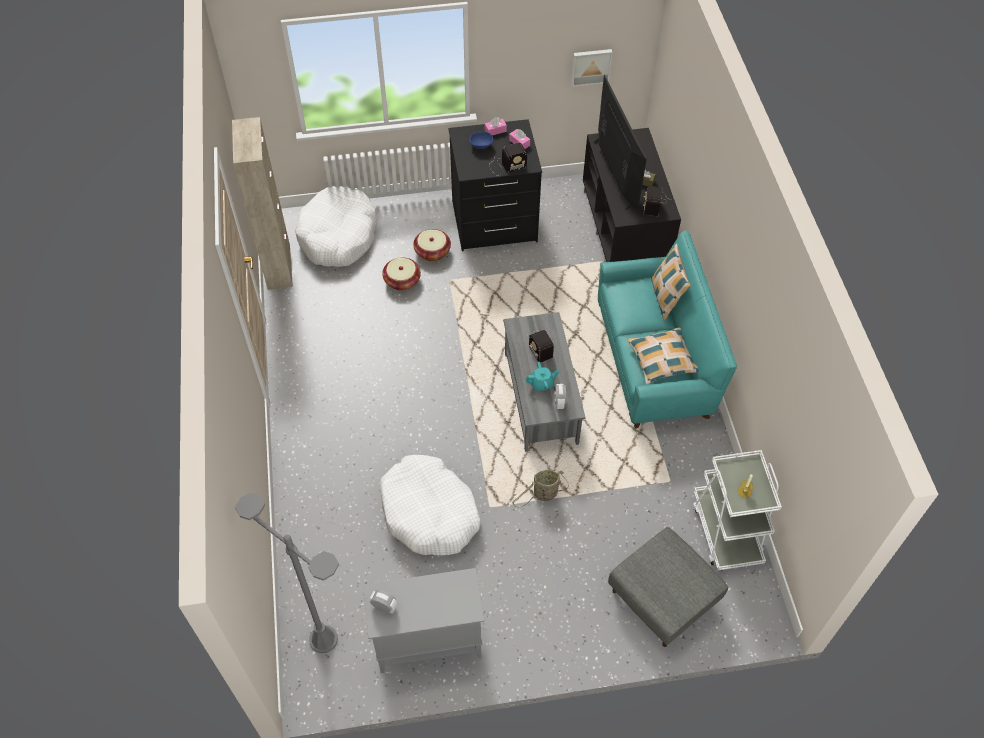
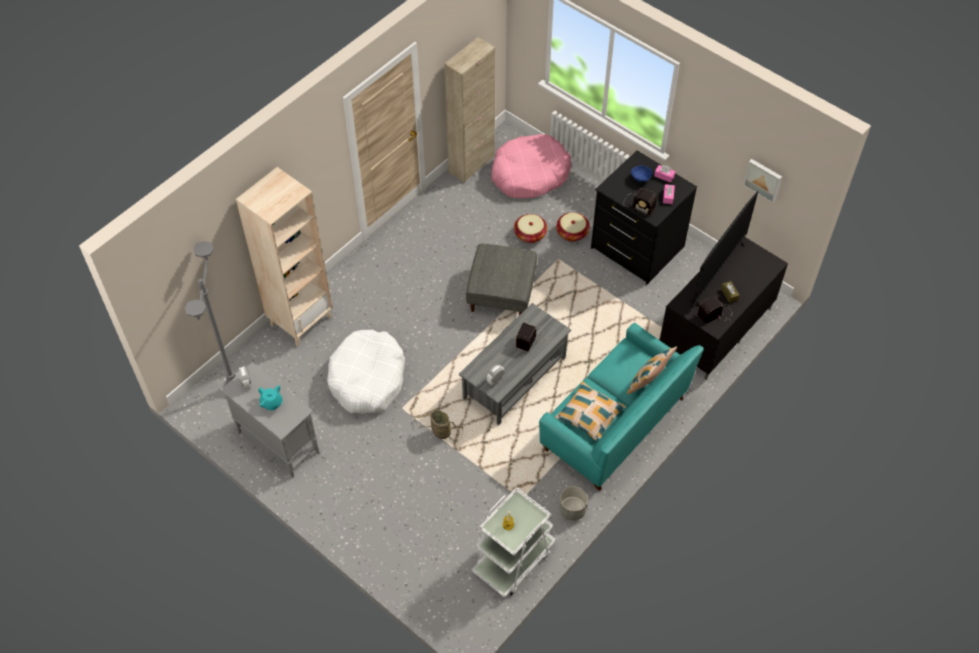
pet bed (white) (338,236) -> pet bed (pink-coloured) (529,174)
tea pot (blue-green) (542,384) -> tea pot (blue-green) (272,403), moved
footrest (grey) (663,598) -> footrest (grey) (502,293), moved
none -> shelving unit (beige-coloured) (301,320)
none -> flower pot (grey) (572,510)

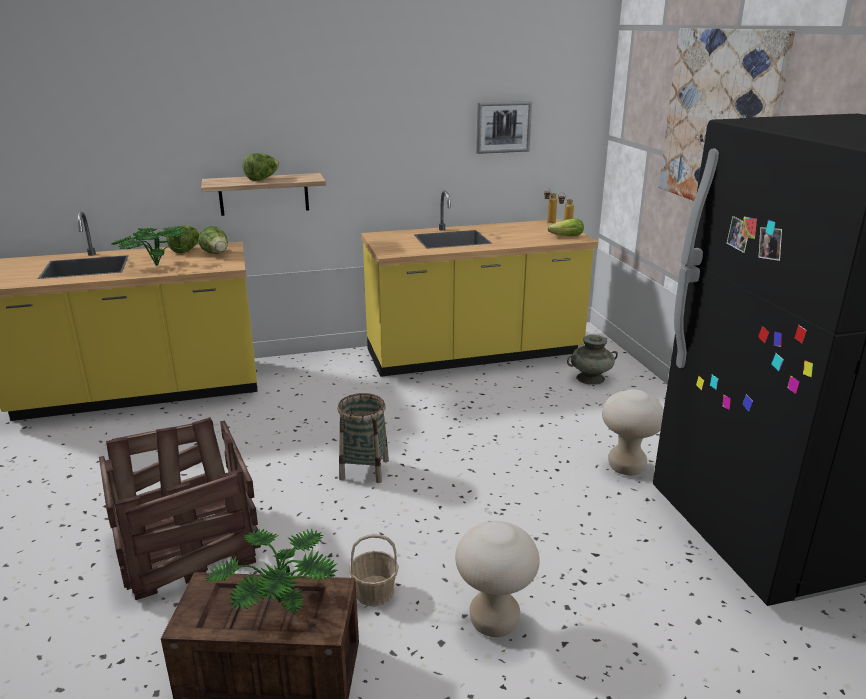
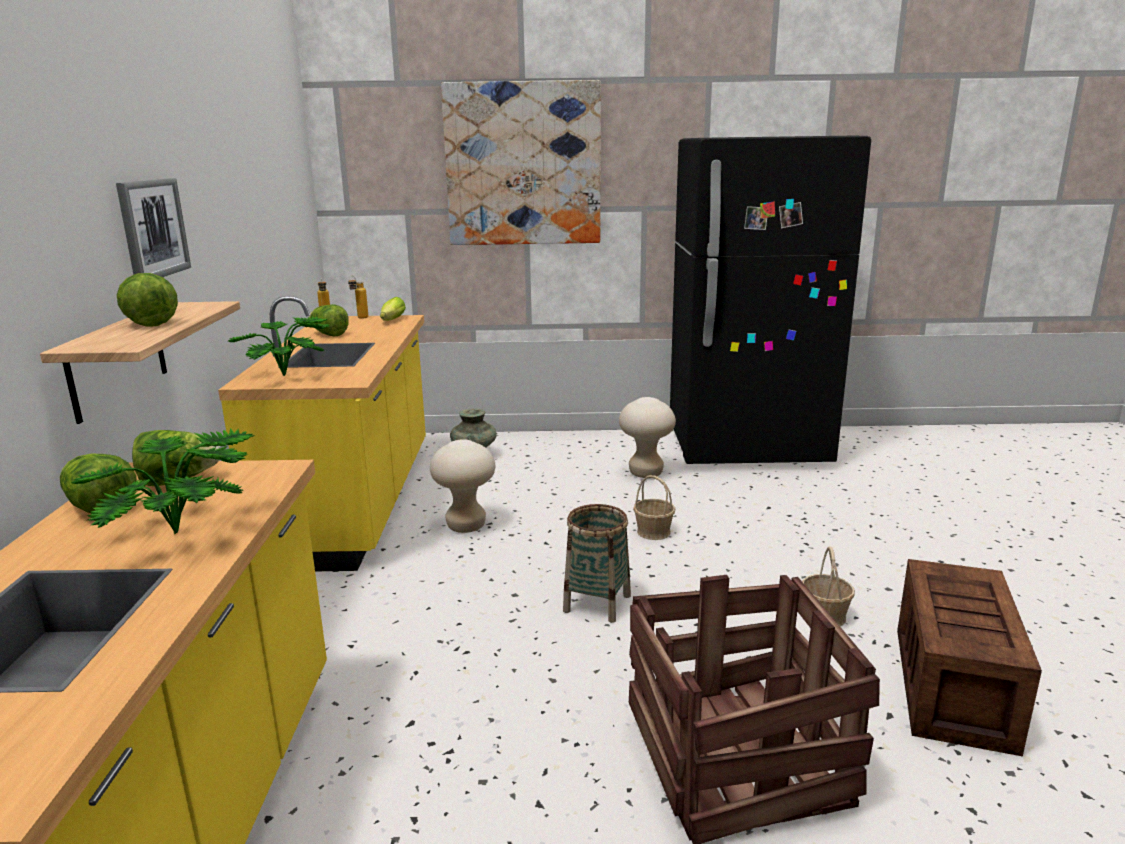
houseplant (279,607) -> houseplant (289,375), moved
sitting stool (beige-coloured) (494,622) -> sitting stool (beige-coloured) (466,526), moved
wall picture (503,127) -> wall picture (152,228), moved
none -> head of lettuce (329,334)
none -> storage basket (653,532)

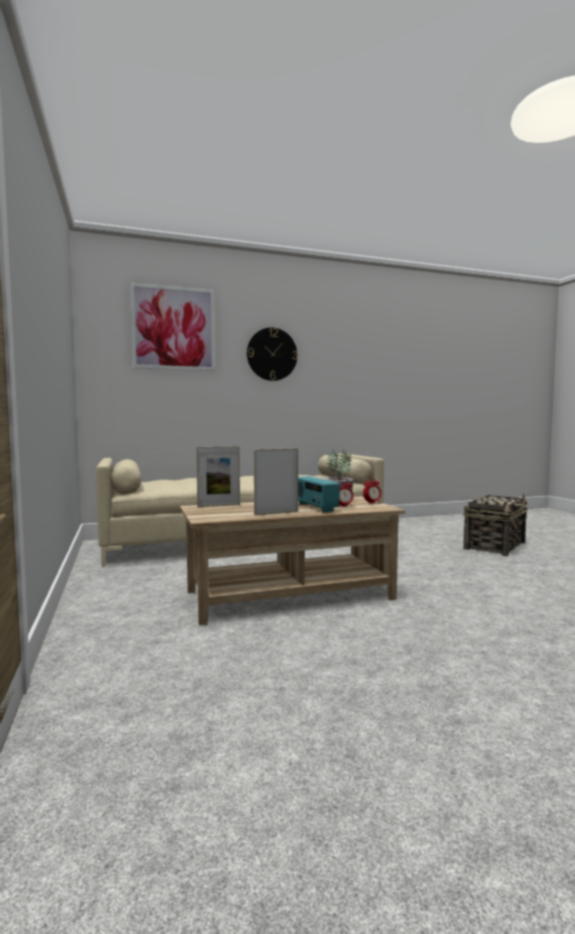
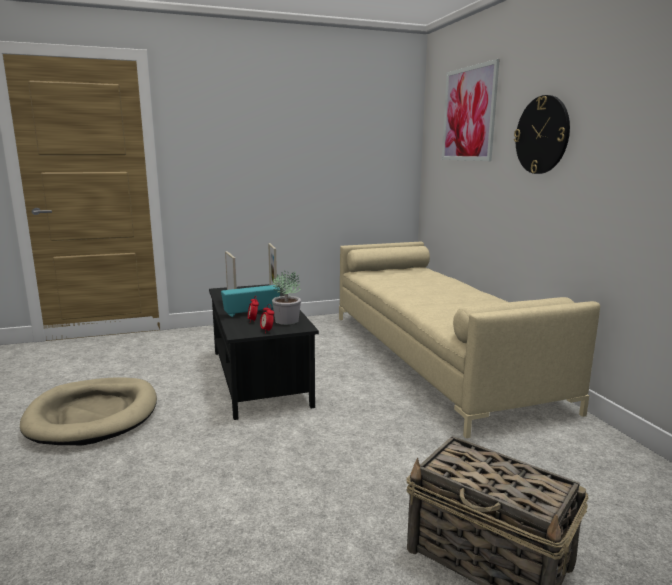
coffee table (beige-coloured) (290,595) -> coffee table (black) (259,377)
none -> pet bed (beige-coloured) (93,415)

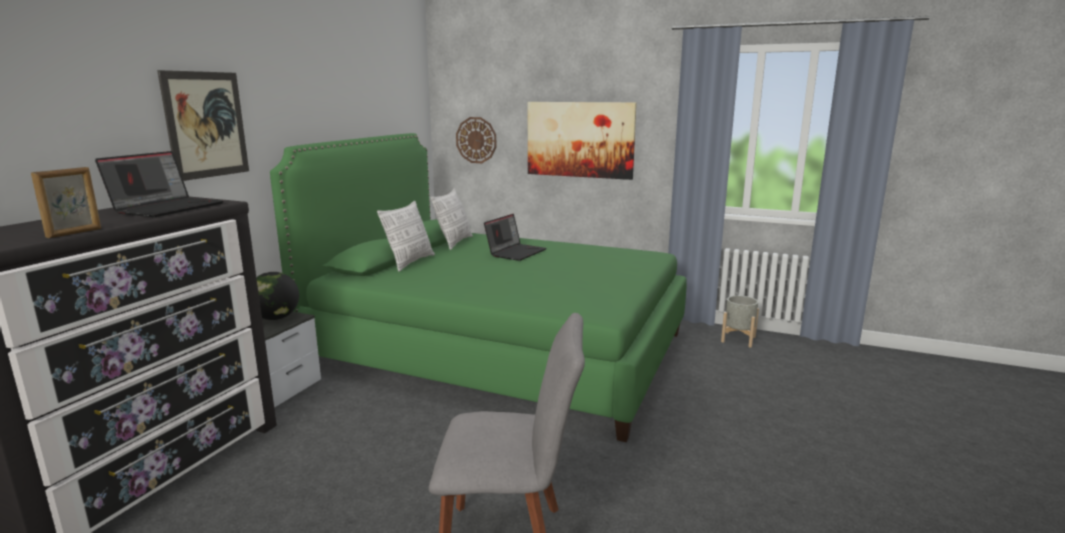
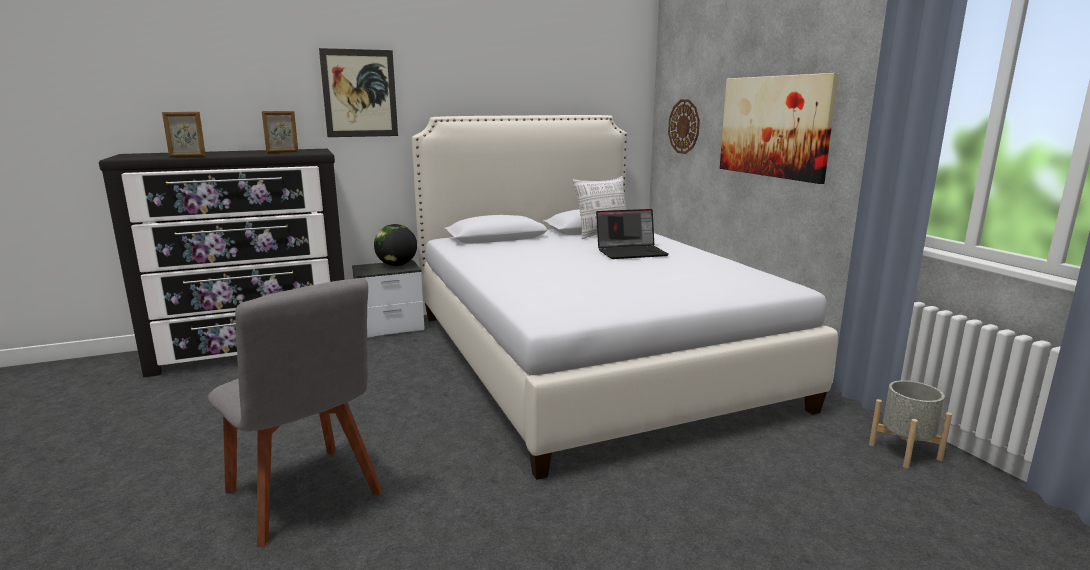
laptop (168,208) -> standing frame (282,152)
bedroom bed (green-coloured) (499,350) -> bedroom bed (white) (587,357)
pillow (409,262) -> none

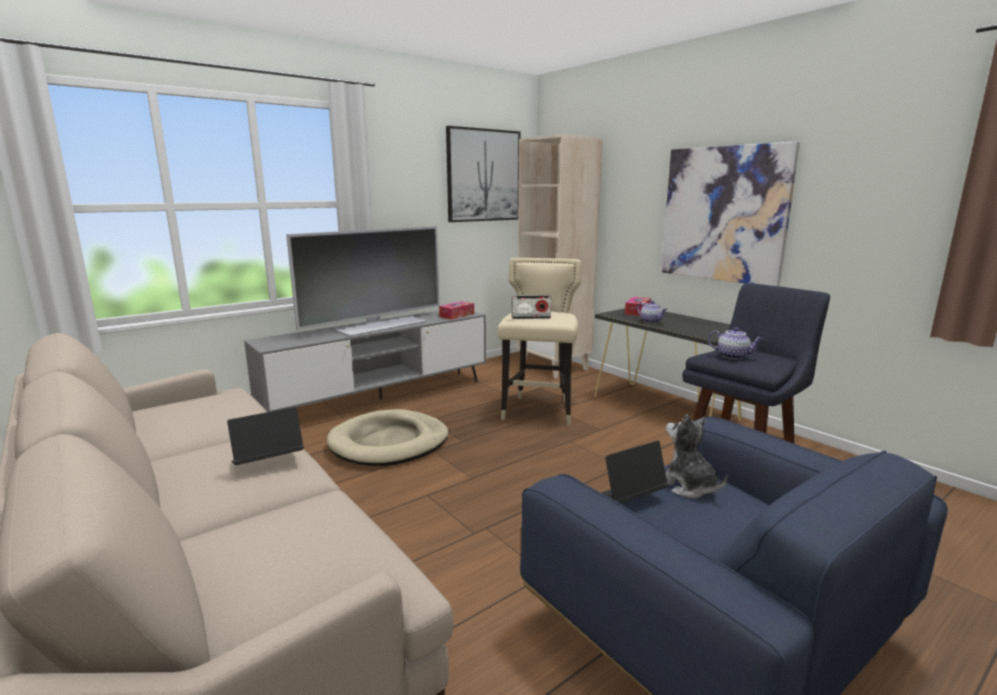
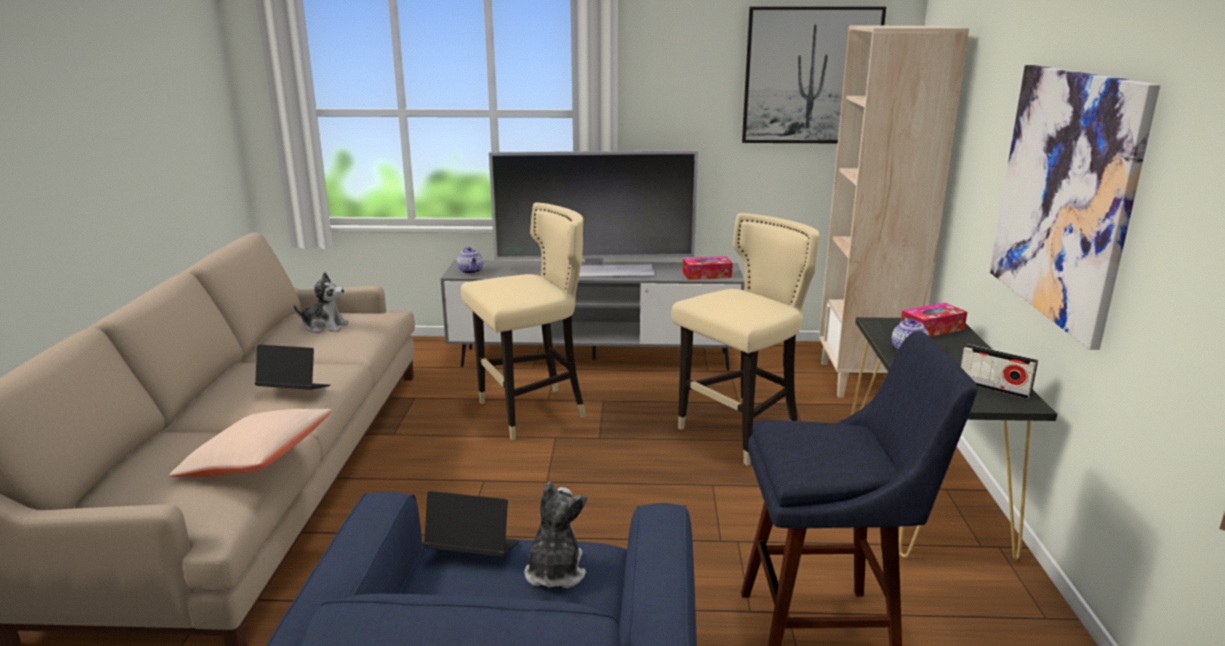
pet bed (beige-coloured) (389,443) -> sitting stool (beige-coloured) (531,412)
radio set (531,318) -> radio set (994,388), moved
tea pot (733,356) -> tea pot (471,271), moved
none -> pillow (beige-coloured) (257,462)
none -> plush toy (325,327)

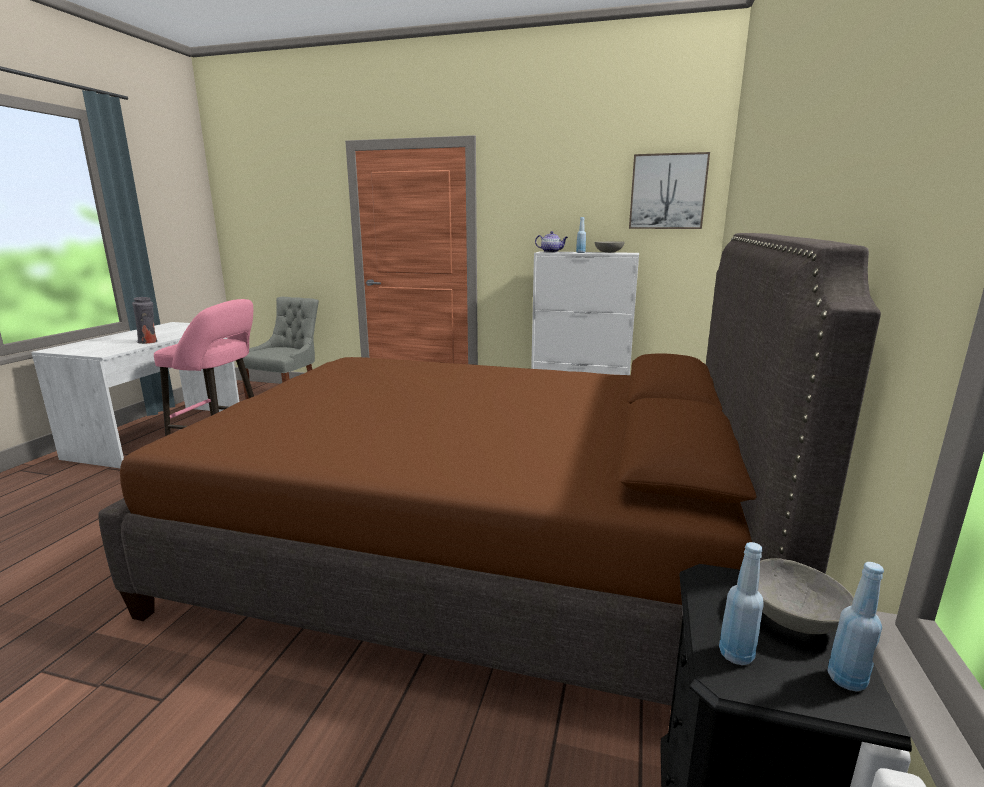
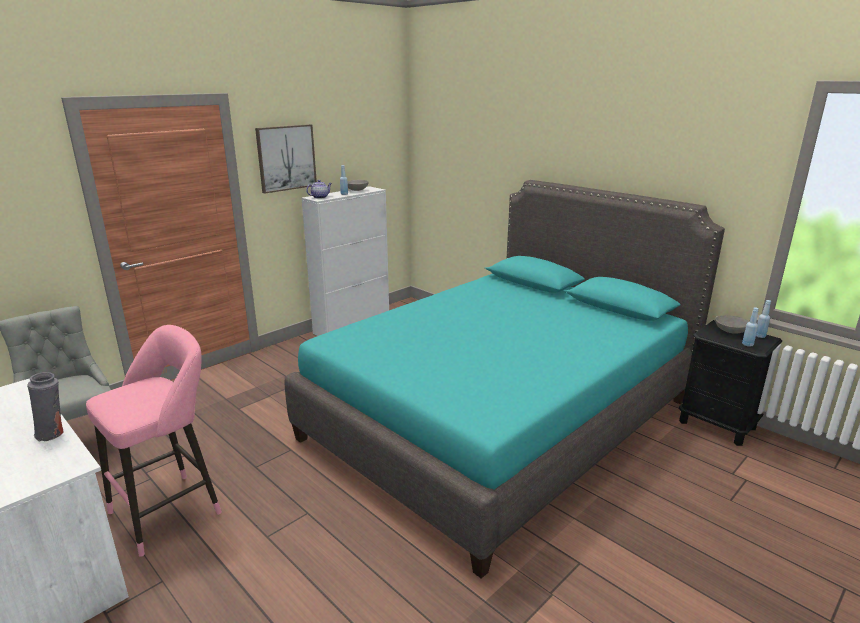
bedroom bed (brown-coloured) (473,549) -> bedroom bed (blue-green) (500,419)
wall picture (667,192) -> wall picture (286,158), moved

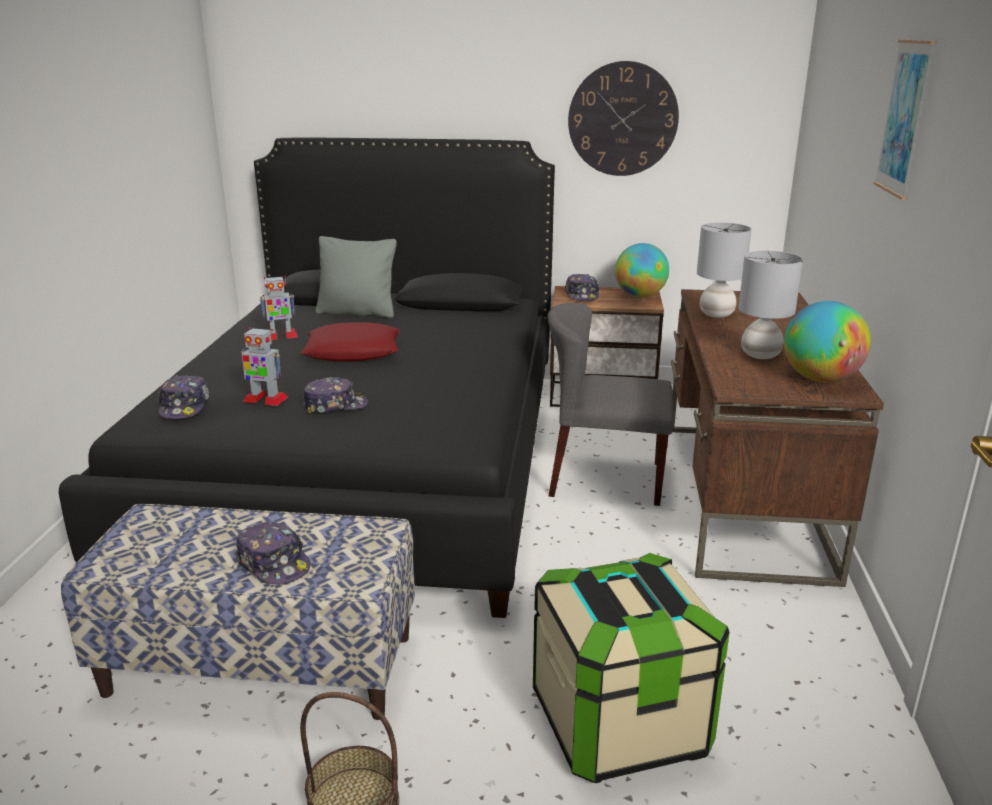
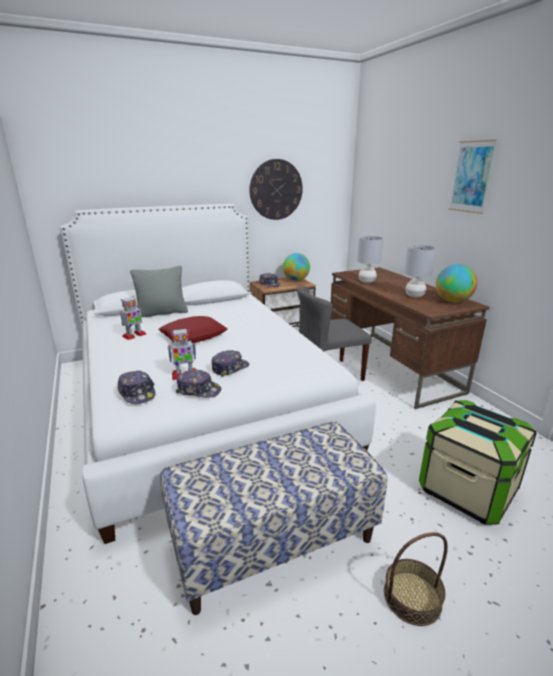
bedroom bed (black) (366,463) -> bedroom bed (white) (201,400)
peaked cap (274,563) -> peaked cap (199,390), moved

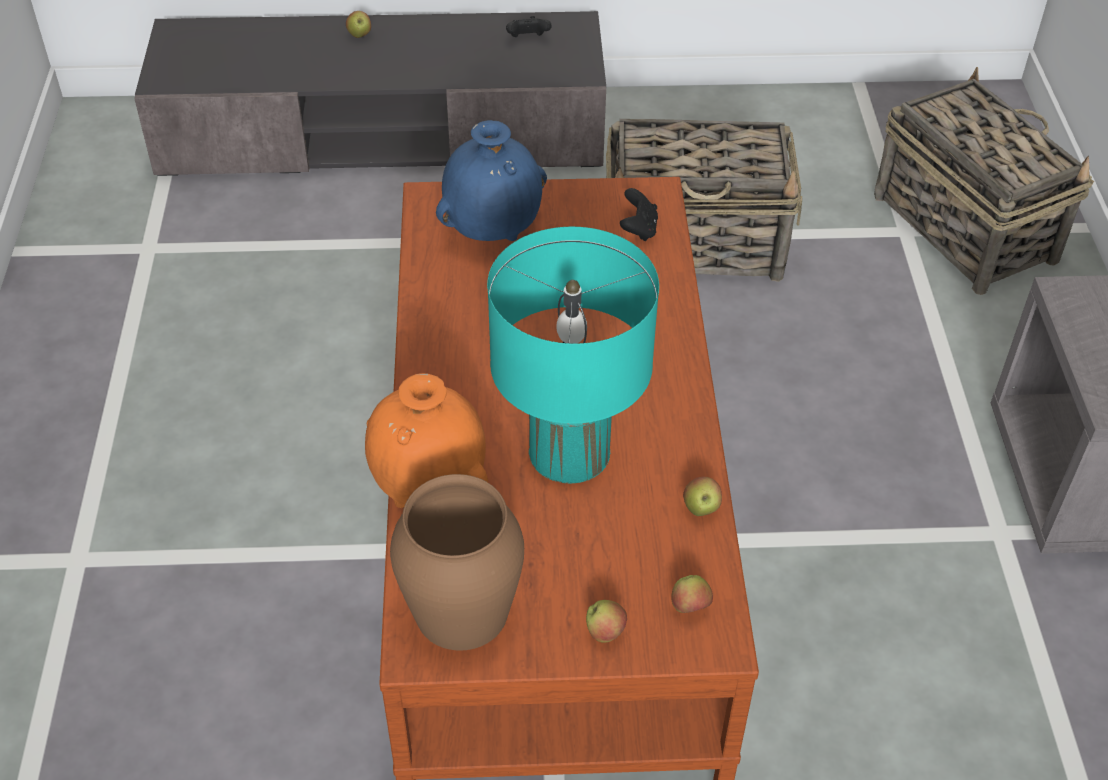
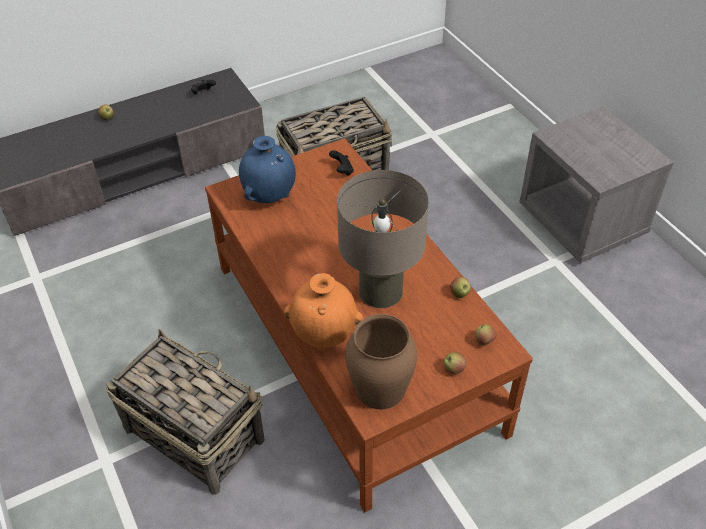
lamp for a table (blue-green) (569,451) -> lamp for a table (beige-coloured) (380,291)
storage basket (963,226) -> storage basket (193,433), moved

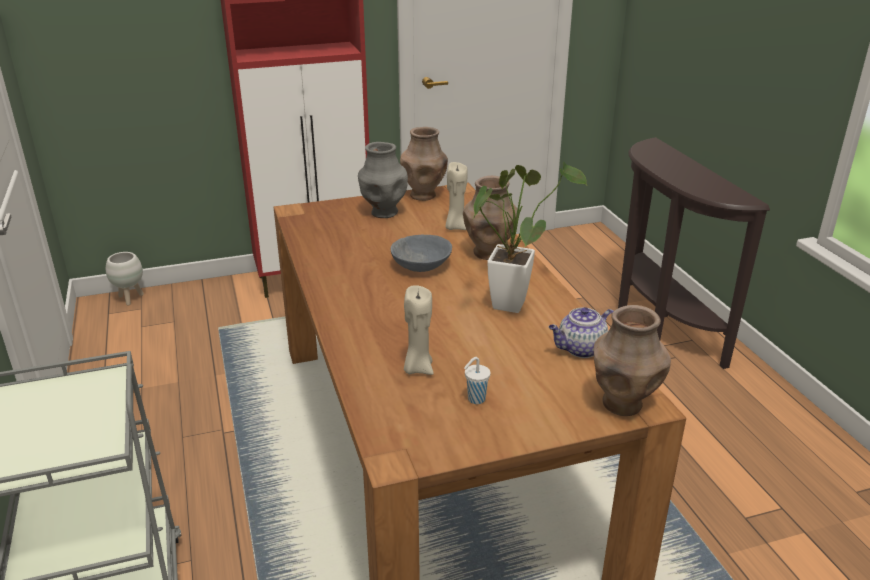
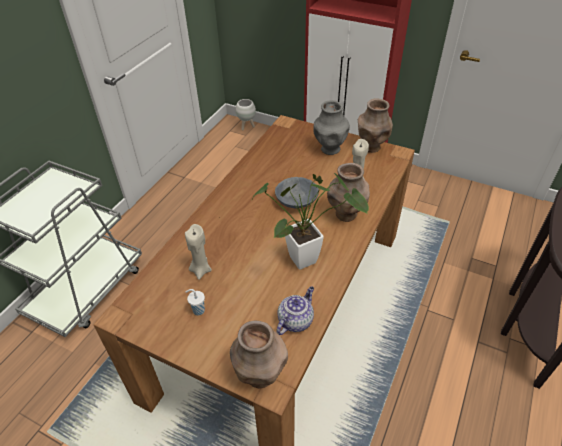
tea pot (580,349) -> tea pot (295,320), 105 degrees clockwise

